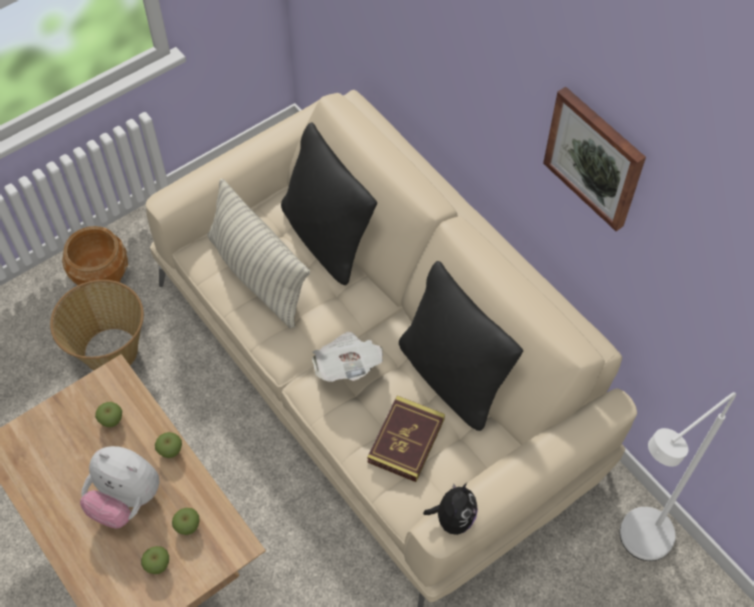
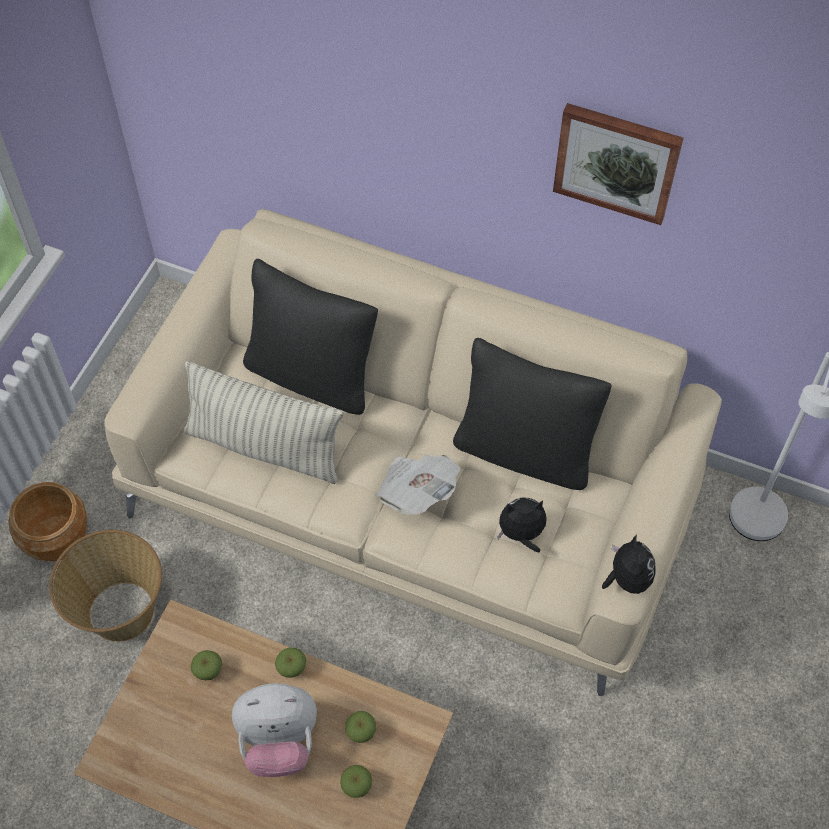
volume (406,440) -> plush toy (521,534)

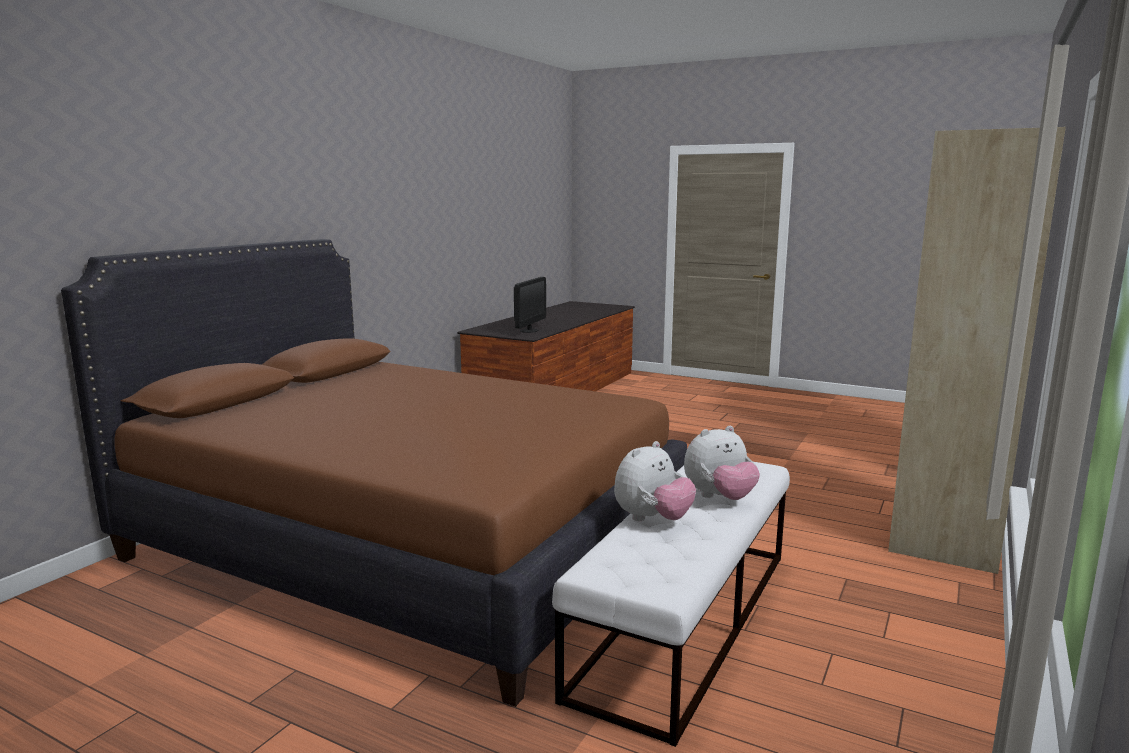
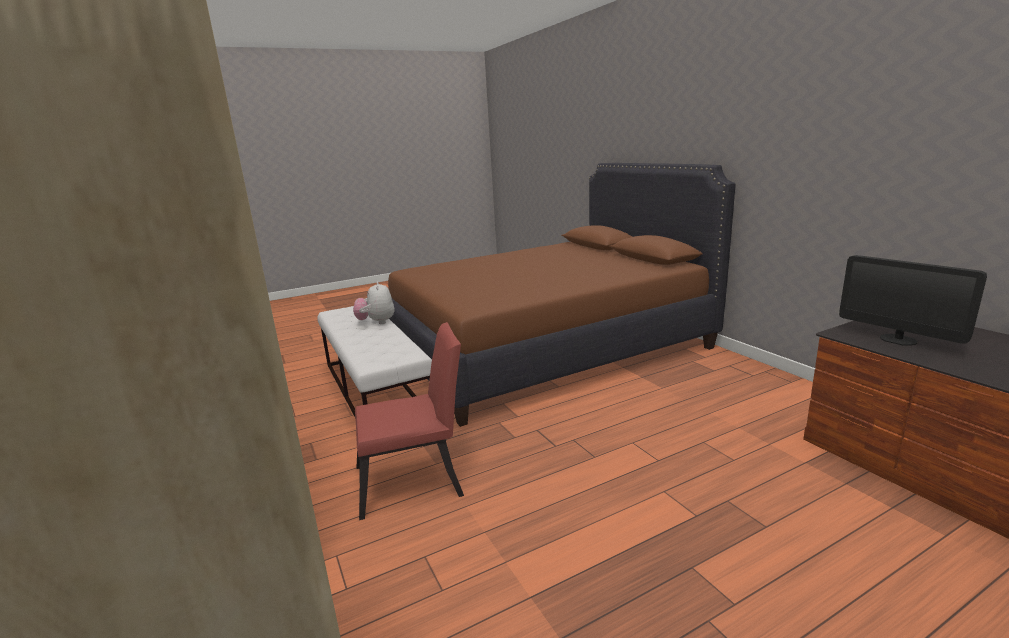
plush toy (719,498) -> none
none -> chair (reddish) (416,480)

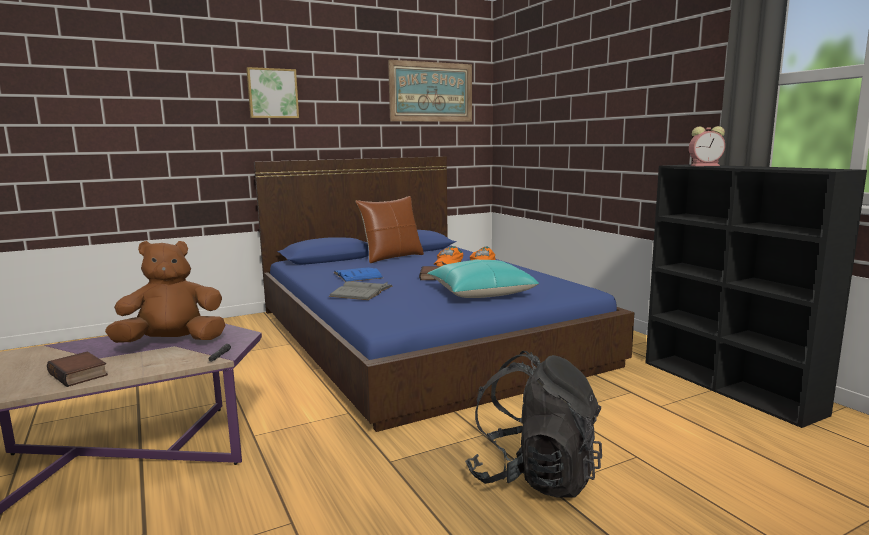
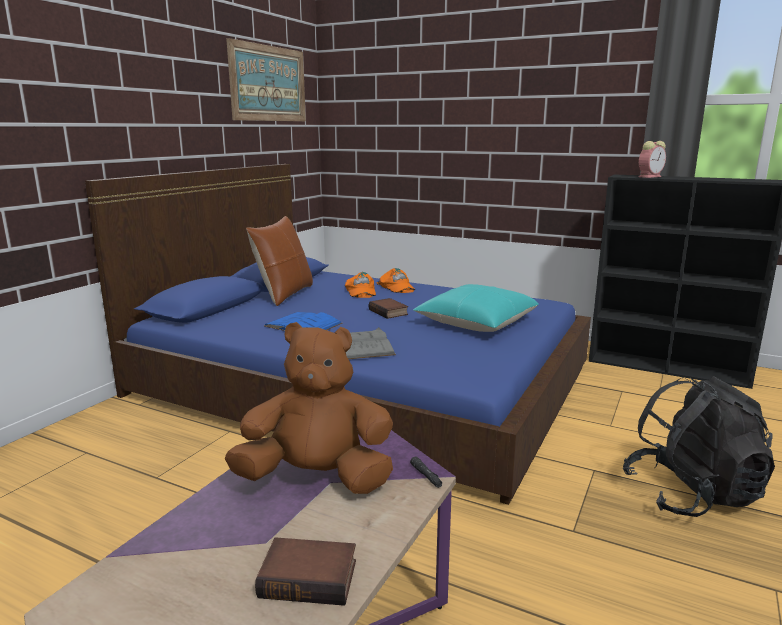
plush toy (brown-coloured) (173,343) -> plush toy (brown-coloured) (317,479), 60 degrees clockwise
wall picture (272,93) -> none

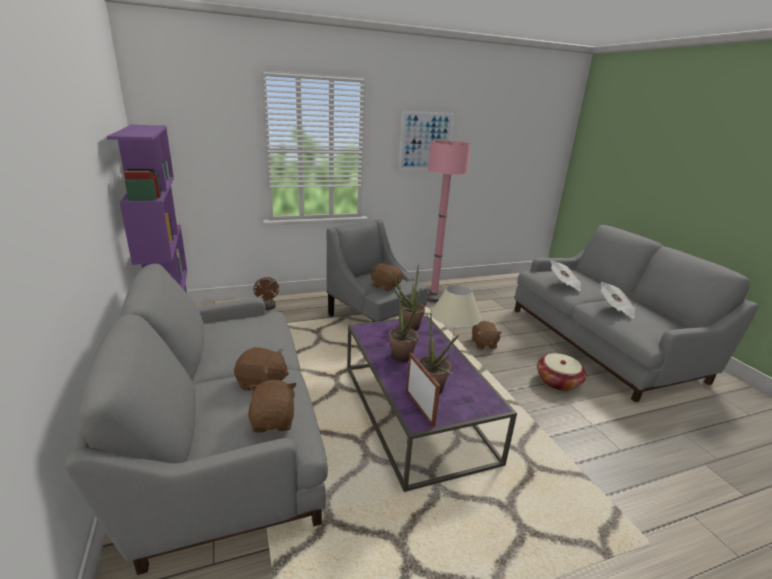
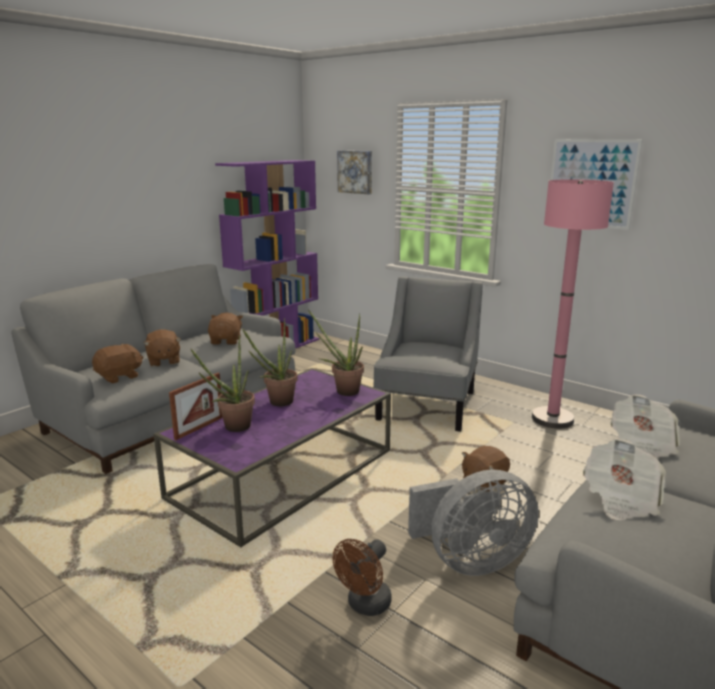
cooling fan (brown-coloured) (267,308) -> cooling fan (brown-coloured) (365,605), moved
plush toy (brown-coloured) (385,286) -> plush toy (brown-coloured) (226,341), moved
lamp for a table (beige-coloured) (450,358) -> none
storage basket (558,381) -> cooling fan (grey) (470,561)
none -> wall picture (355,172)

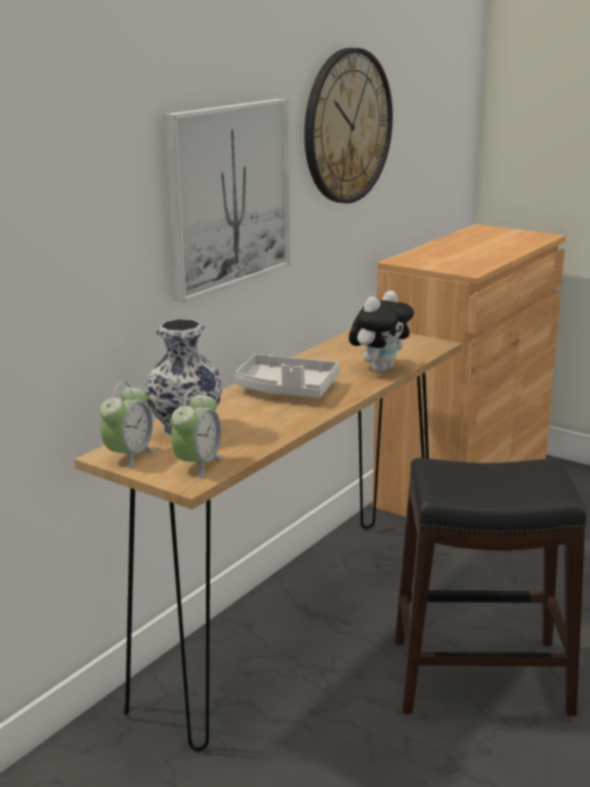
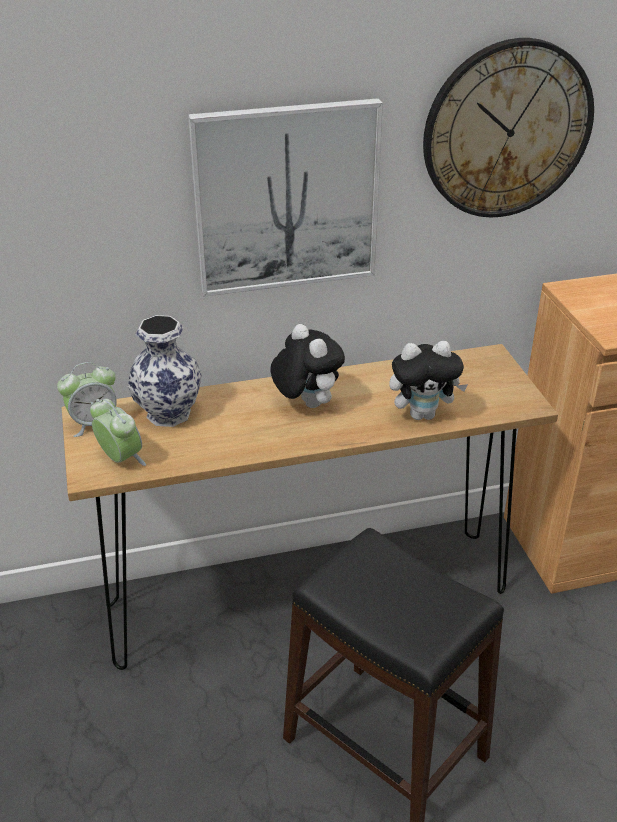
table clock (198,465) -> table clock (120,459), 105 degrees counterclockwise
serving tray (grey) (286,390) -> plush toy (306,403)

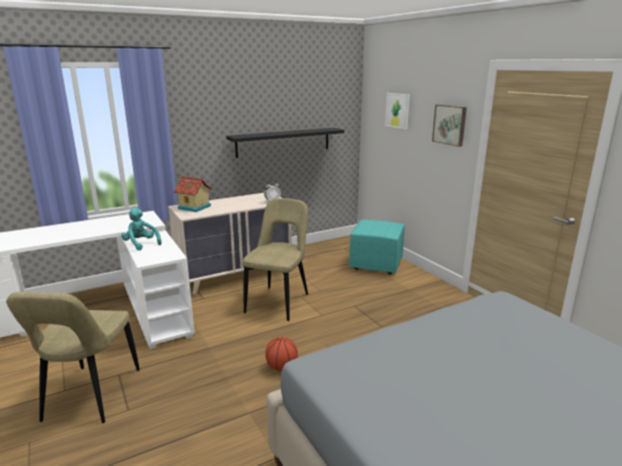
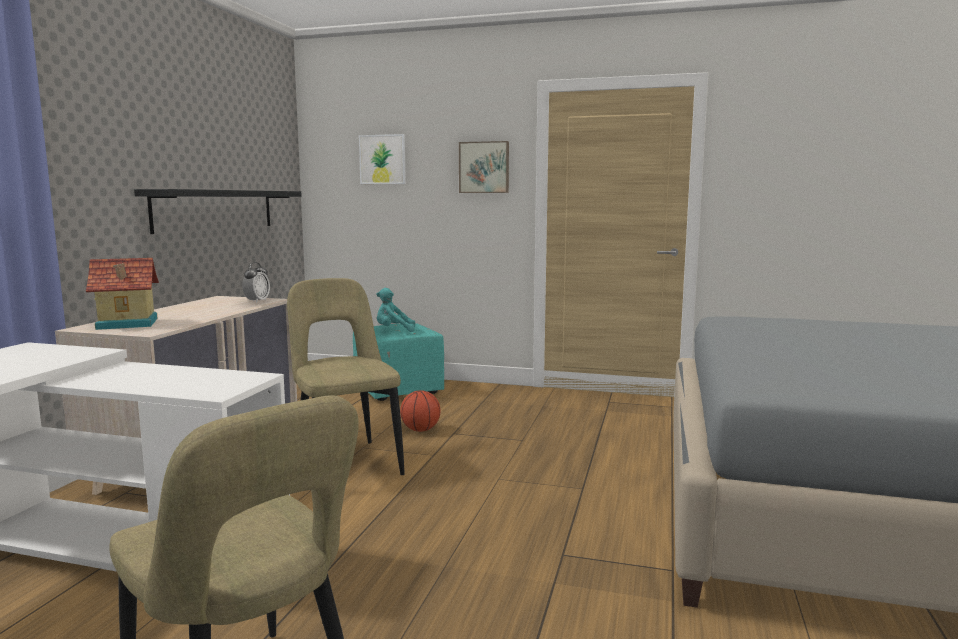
plush toy (blue-green) (141,244) -> plush toy (blue-green) (394,331), moved
basketball (281,367) -> basketball (420,430), moved

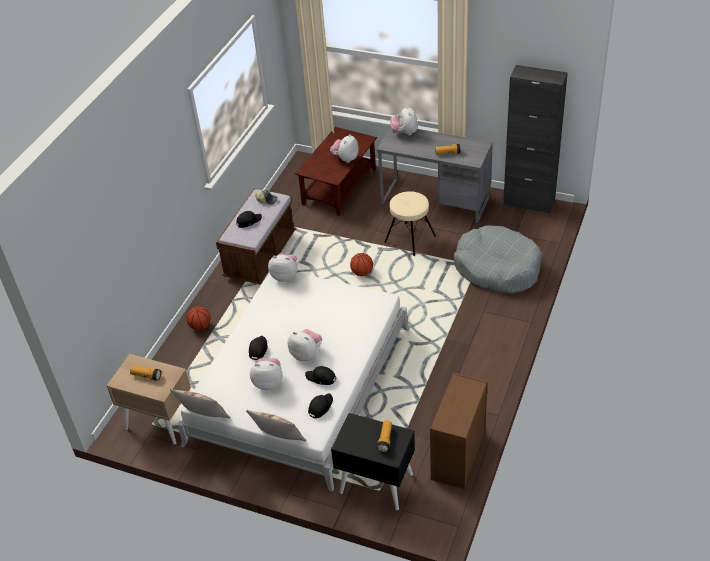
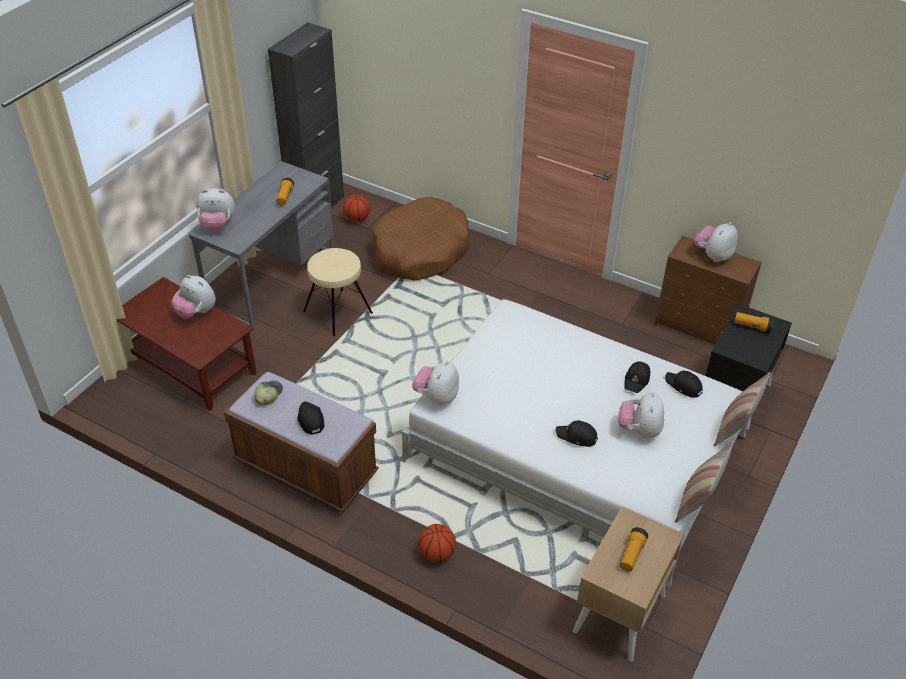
plush toy (306,354) -> plush toy (713,256), moved
basketball (362,273) -> basketball (357,218), moved
pet bed (grey) (497,268) -> pet bed (brown-coloured) (420,251)

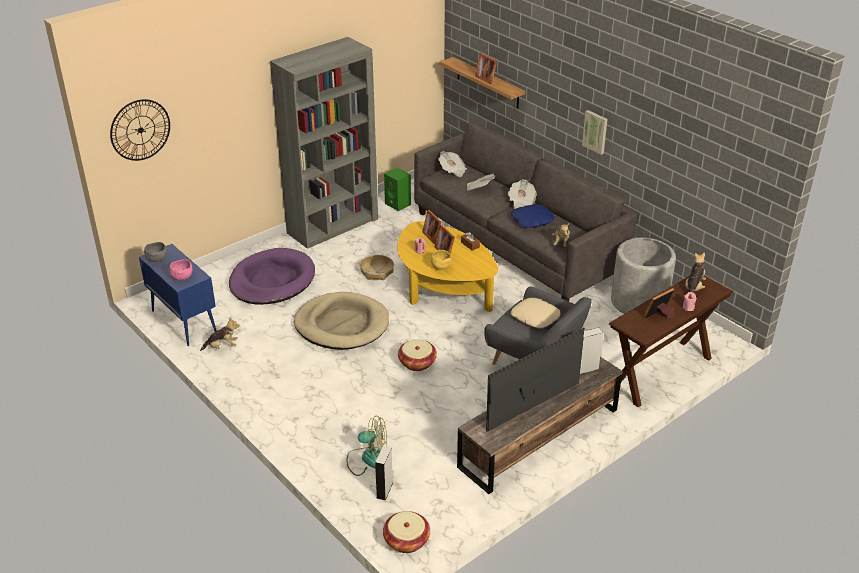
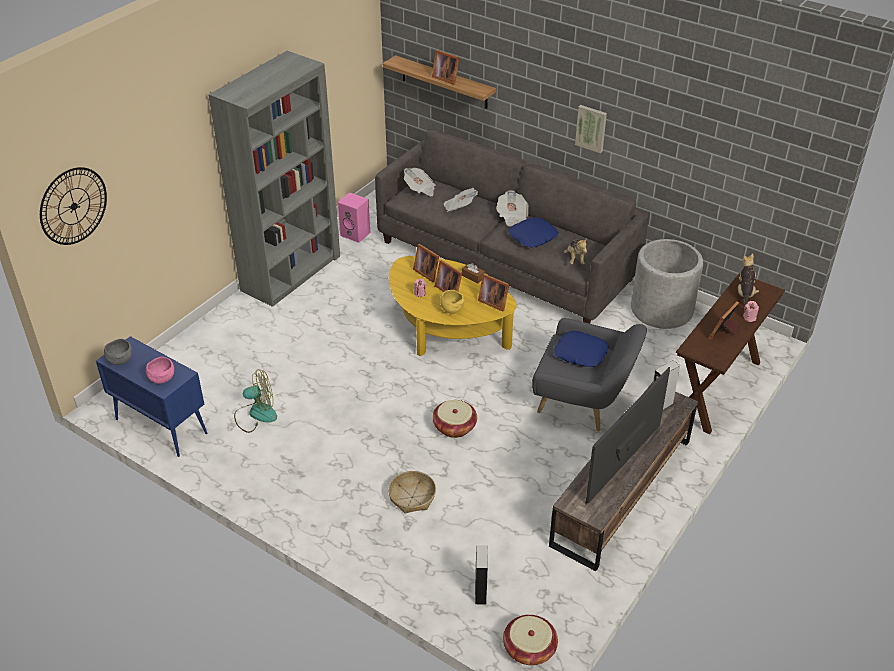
plush toy (222,347) -> none
pet bed (purplish) (272,280) -> none
pet bed (beige-coloured) (342,325) -> none
cooling fan (367,459) -> cooling fan (256,414), moved
storage basket (377,272) -> storage basket (412,497), moved
audio speaker (green-coloured) (398,204) -> audio speaker (pink-coloured) (356,234)
pillow (beige-coloured) (535,317) -> pillow (bluish) (580,354)
none -> standing frame (493,302)

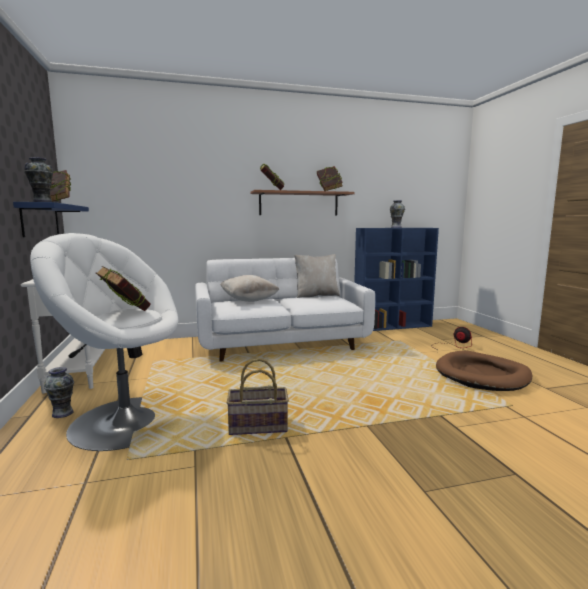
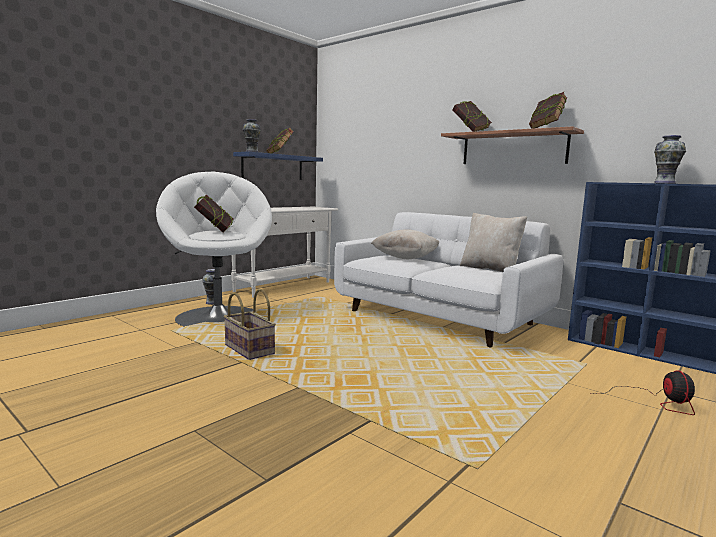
pet bed (brown-coloured) (482,375) -> none

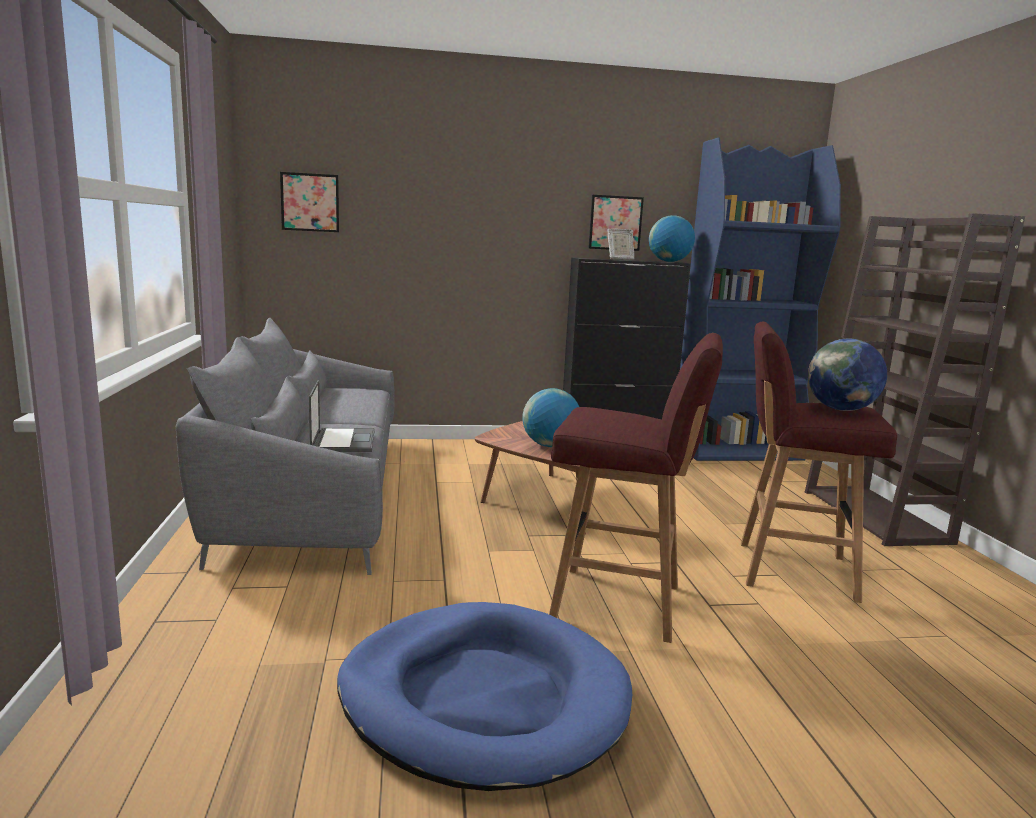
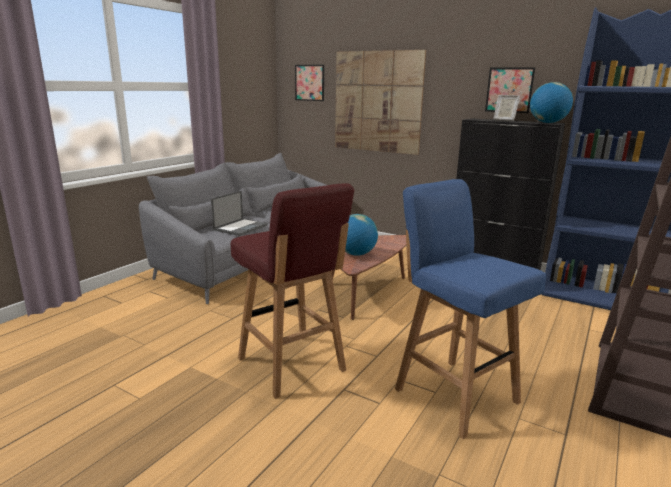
pet bed (bluish) (483,698) -> none
sitting stool (reddish) (792,570) -> sitting stool (bluish) (454,394)
world globe (841,409) -> none
none -> wall picture (377,102)

